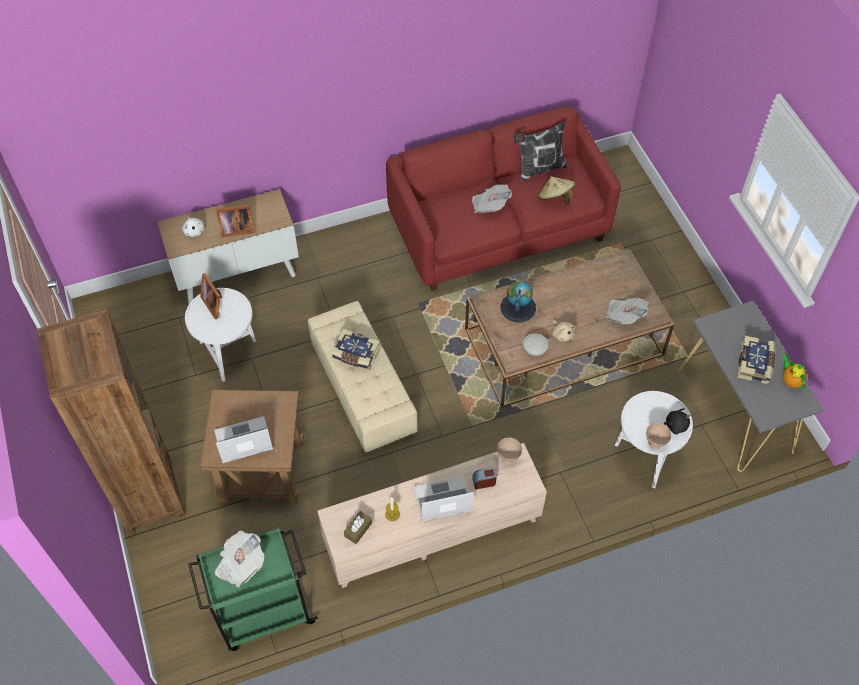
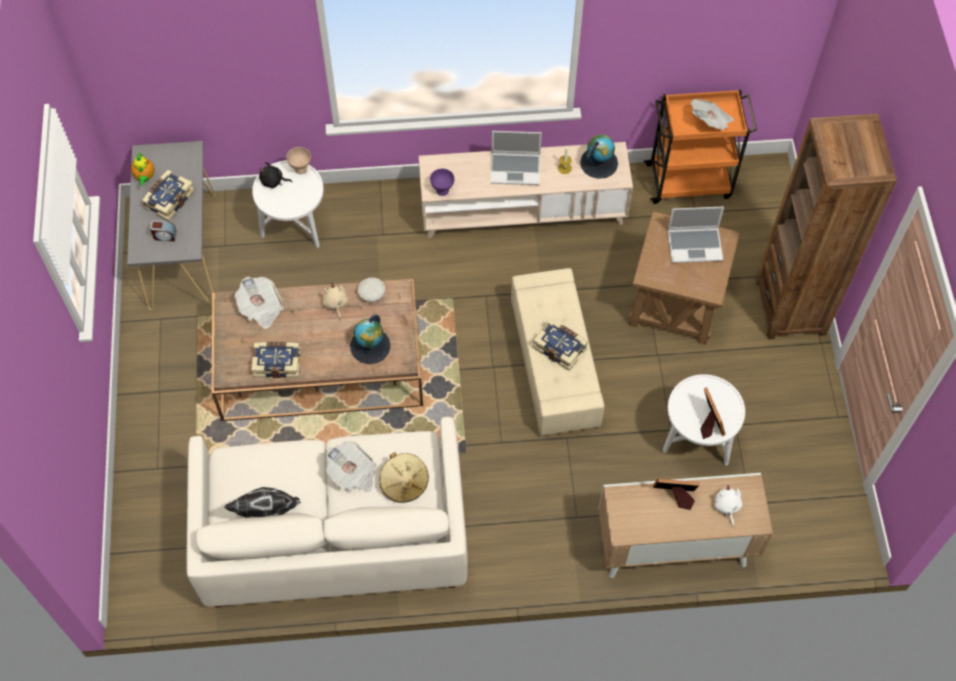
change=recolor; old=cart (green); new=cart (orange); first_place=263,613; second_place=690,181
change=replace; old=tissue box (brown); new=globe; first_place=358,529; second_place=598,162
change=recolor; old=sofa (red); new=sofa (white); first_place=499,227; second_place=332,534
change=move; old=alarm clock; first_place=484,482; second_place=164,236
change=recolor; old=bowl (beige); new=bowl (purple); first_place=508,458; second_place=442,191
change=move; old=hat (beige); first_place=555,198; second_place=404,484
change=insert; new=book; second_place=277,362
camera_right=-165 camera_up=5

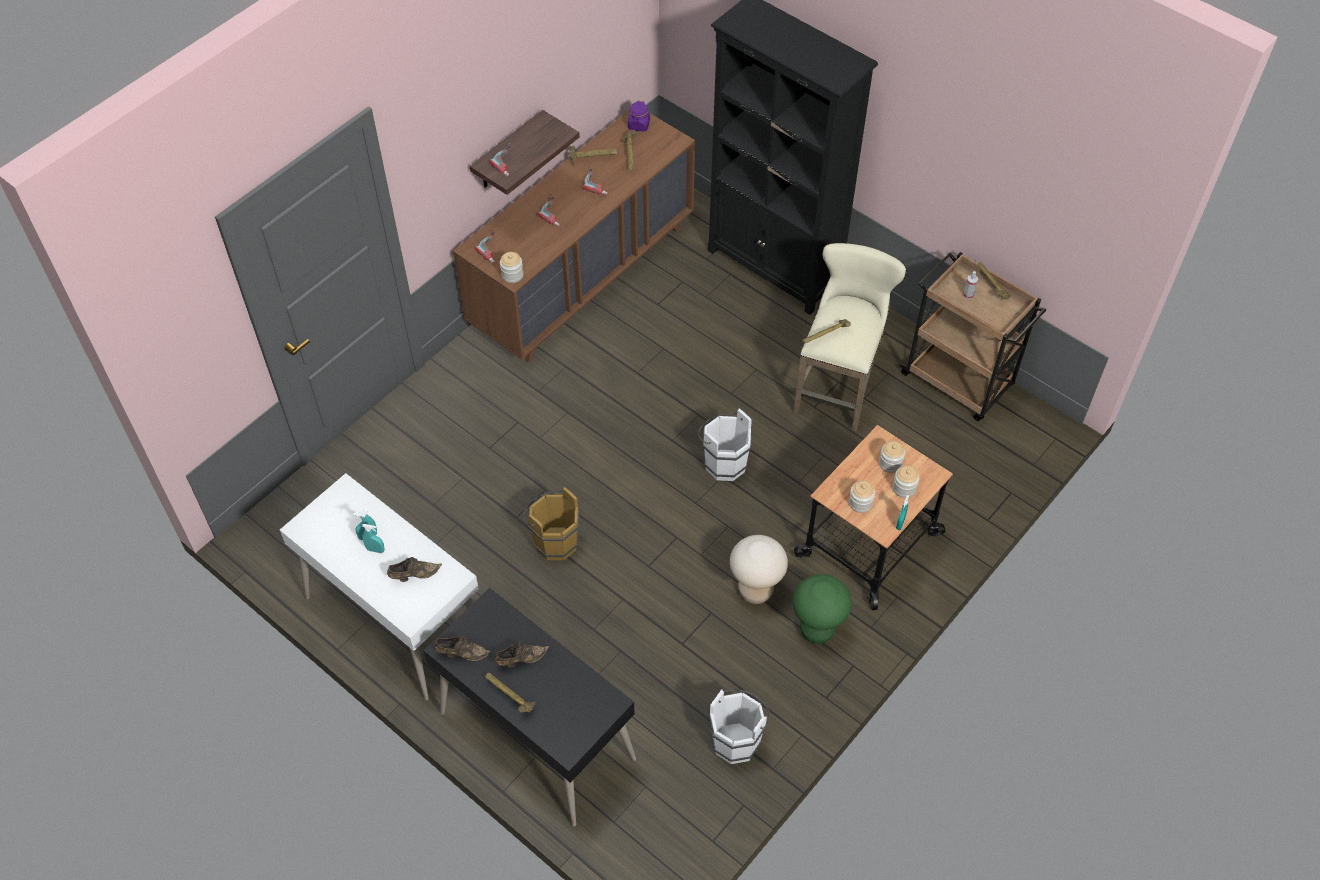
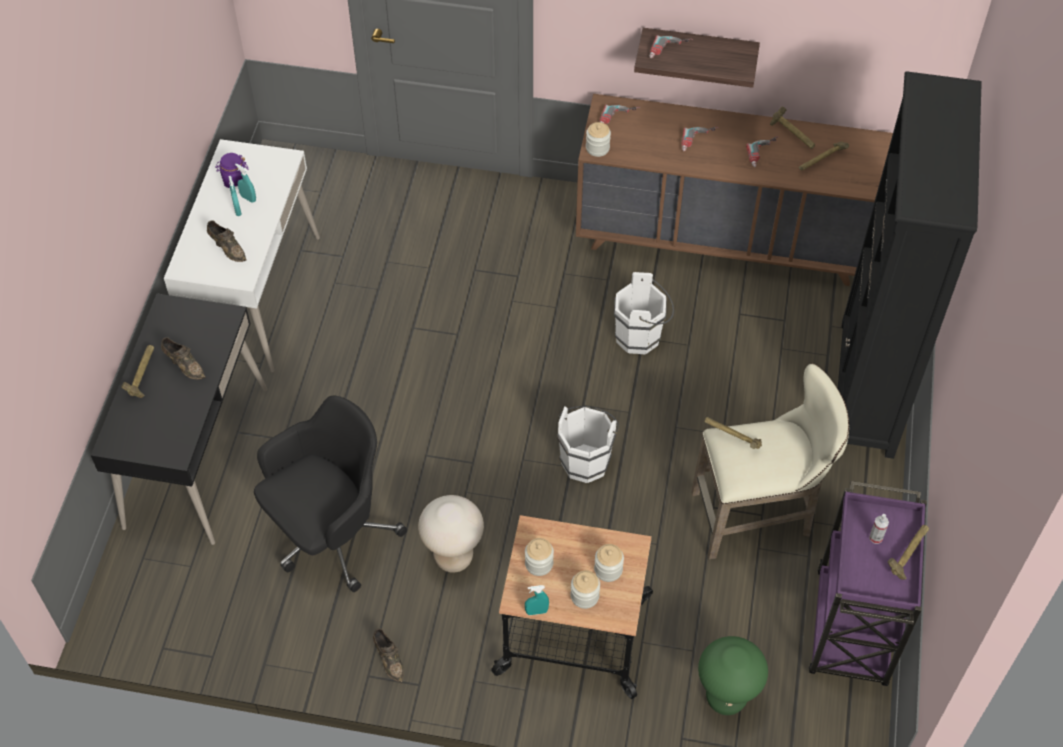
change=move; old=shoe (brown); first_place=461,653; second_place=389,659
change=delete; old=bucket (brown); first_place=554,540
change=move; old=jar (purple); first_place=639,125; second_place=234,179
change=move; old=bucket (white); first_place=737,739; second_place=641,337
change=move; old=stool (green); first_place=816,630; second_place=726,698
change=recolor; old=cart (brown); new=cart (purple); first_place=959,381; second_place=851,630
change=insert; new=office chair (black); second_place=331,534
camera_right=60 camera_up=0

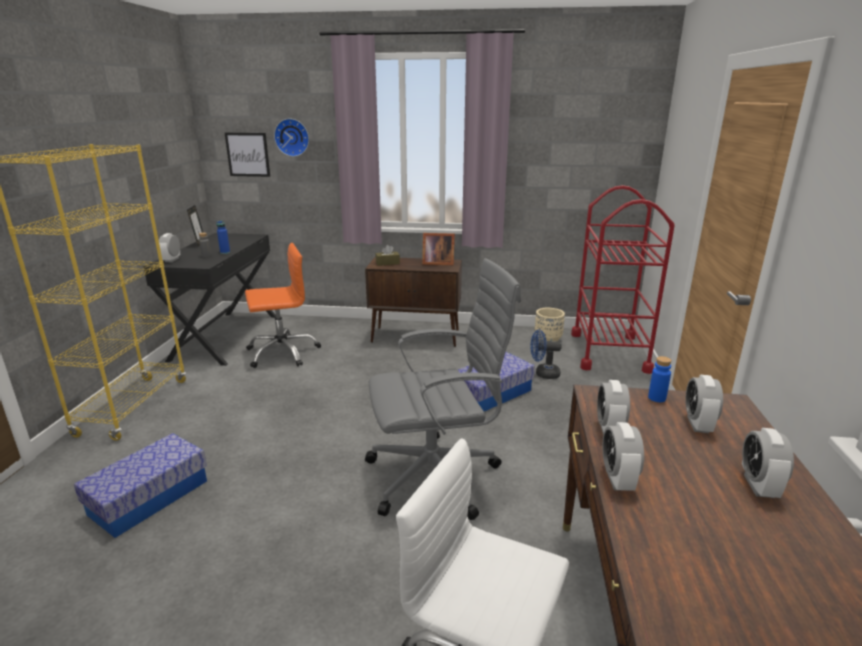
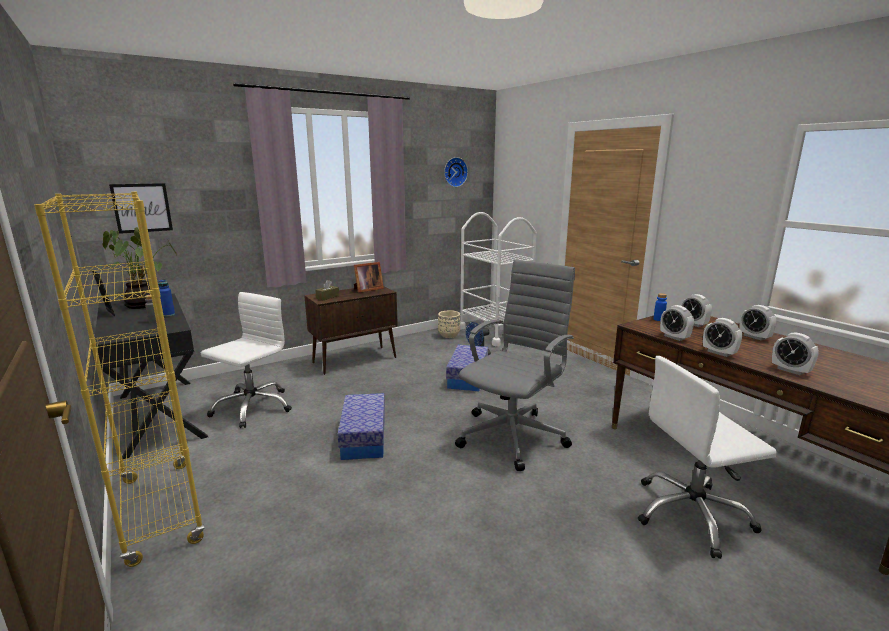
change=move; old=storage box; first_place=149,497; second_place=364,437
change=move; old=alarm clock; first_place=172,260; second_place=790,370
change=recolor; old=office chair (orange); new=office chair (white); first_place=282,352; second_place=252,407
change=move; old=wall clock; first_place=292,137; second_place=454,172
change=recolor; old=cart (red); new=cart (white); first_place=609,352; second_place=494,332
change=insert; new=potted plant; second_place=144,305
camera_right=-40 camera_up=-5

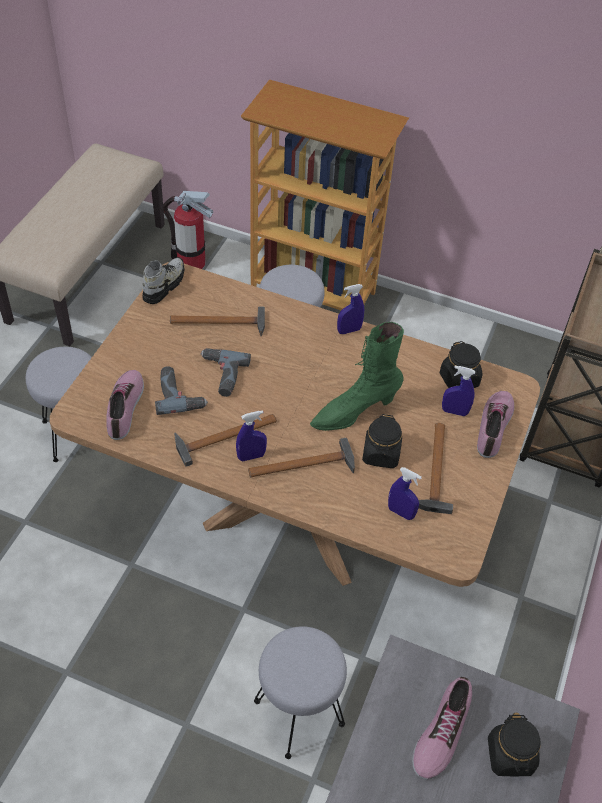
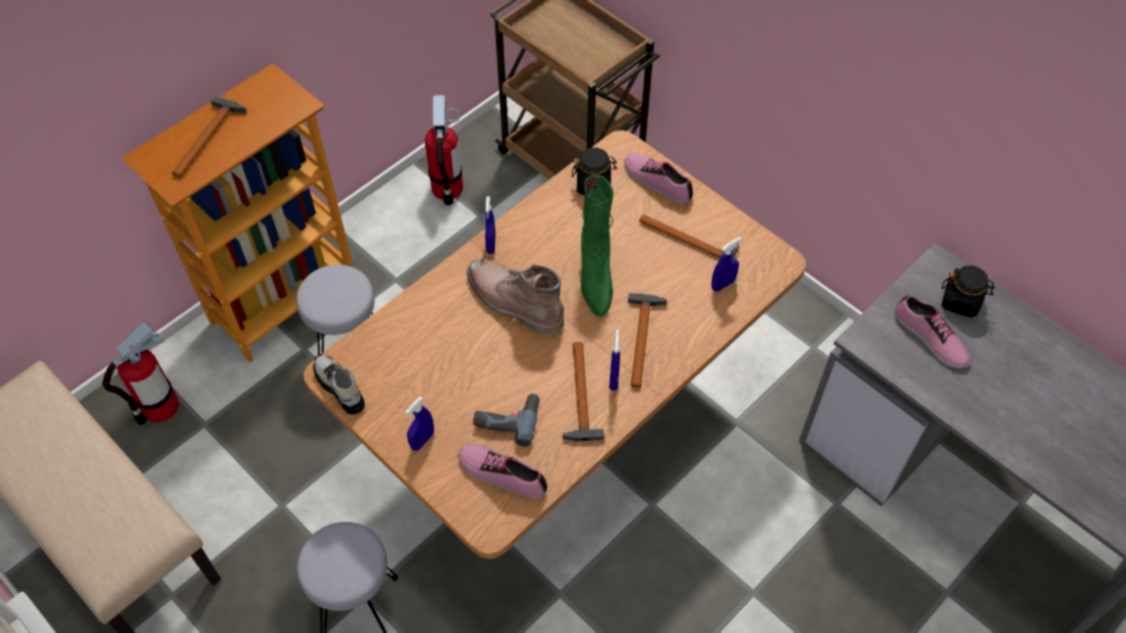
change=move; old=hammer; first_place=223,323; second_place=208,136
change=delete; old=power drill; first_place=221,375
change=delete; old=stool (grey); first_place=297,713
change=delete; old=jar (black); first_place=381,454
change=move; old=spray bottle (blue); first_place=454,411; second_place=422,440
change=insert; new=fire extinguisher; second_place=447,188
change=insert; new=boot (brown); second_place=513,302
camera_right=-65 camera_up=5

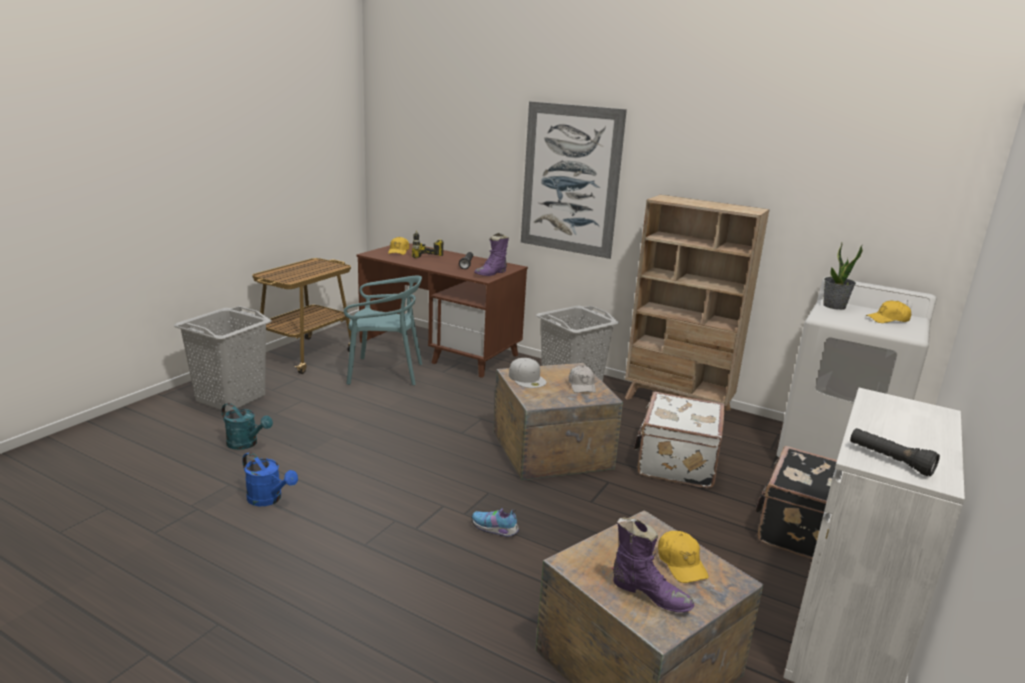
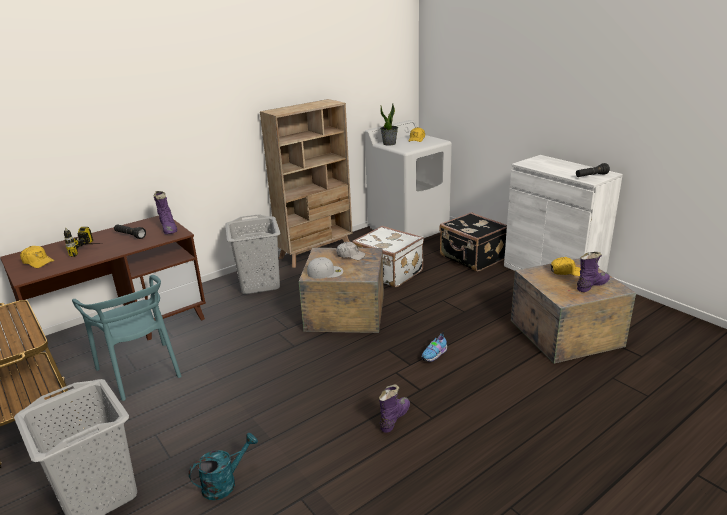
change=delete; old=watering can (blue); first_place=269,499
change=rotate; old=chair (turquoise); first_place=384,372; second_place=141,371; degrees=120
change=delete; old=picture; first_place=570,180
change=insert; new=boot (purple); second_place=394,418
camera_right=-65 camera_up=5

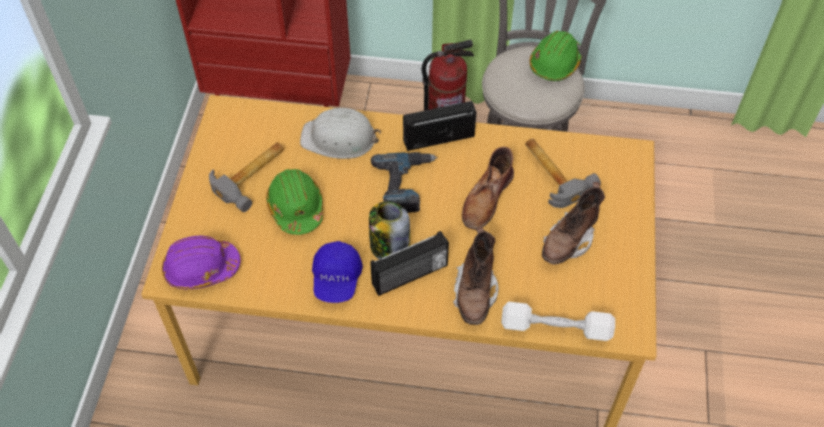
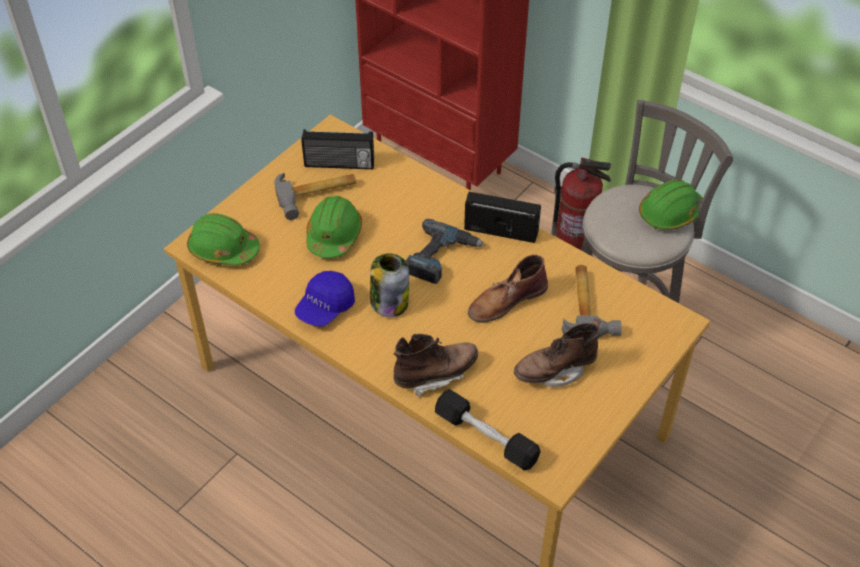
change=recolor; old=hard hat (purple); new=hard hat (green); first_place=201,268; second_place=223,249
change=delete; old=hard hat (white); first_place=339,138
change=move; old=radio; first_place=410,276; second_place=339,164
change=rotate; old=boot (brown); first_place=475,293; second_place=435,374; degrees=-150
change=recolor; old=dumbbell (white); new=dumbbell (black); first_place=555,328; second_place=486,437
camera_right=30 camera_up=-5

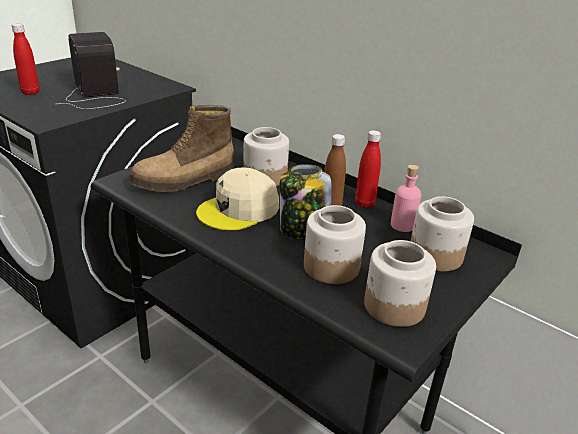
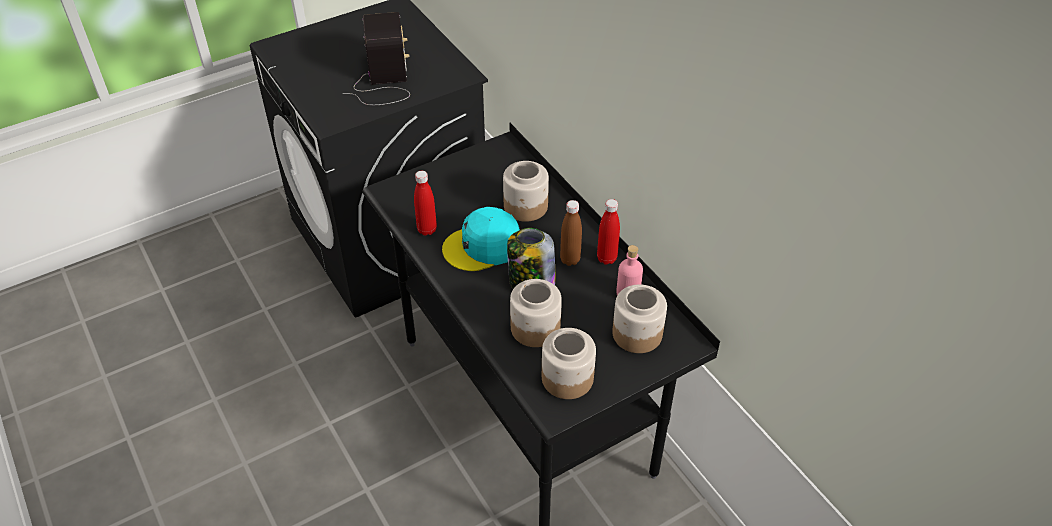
change=move; old=bottle (red); first_place=30,92; second_place=427,230
change=delete; old=boot; first_place=185,180
change=recolor; old=cap (beige); new=cap (turquoise); first_place=239,210; second_place=483,246
camera_right=20 camera_up=15

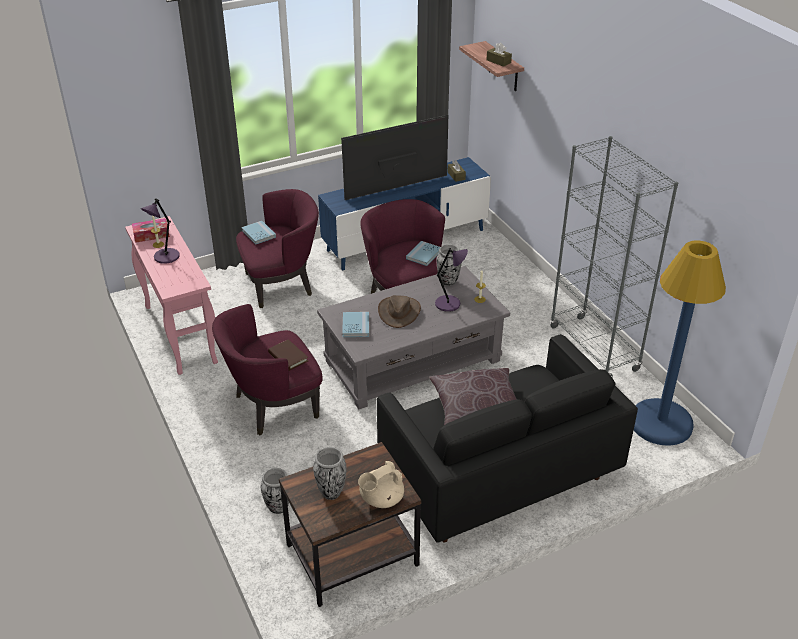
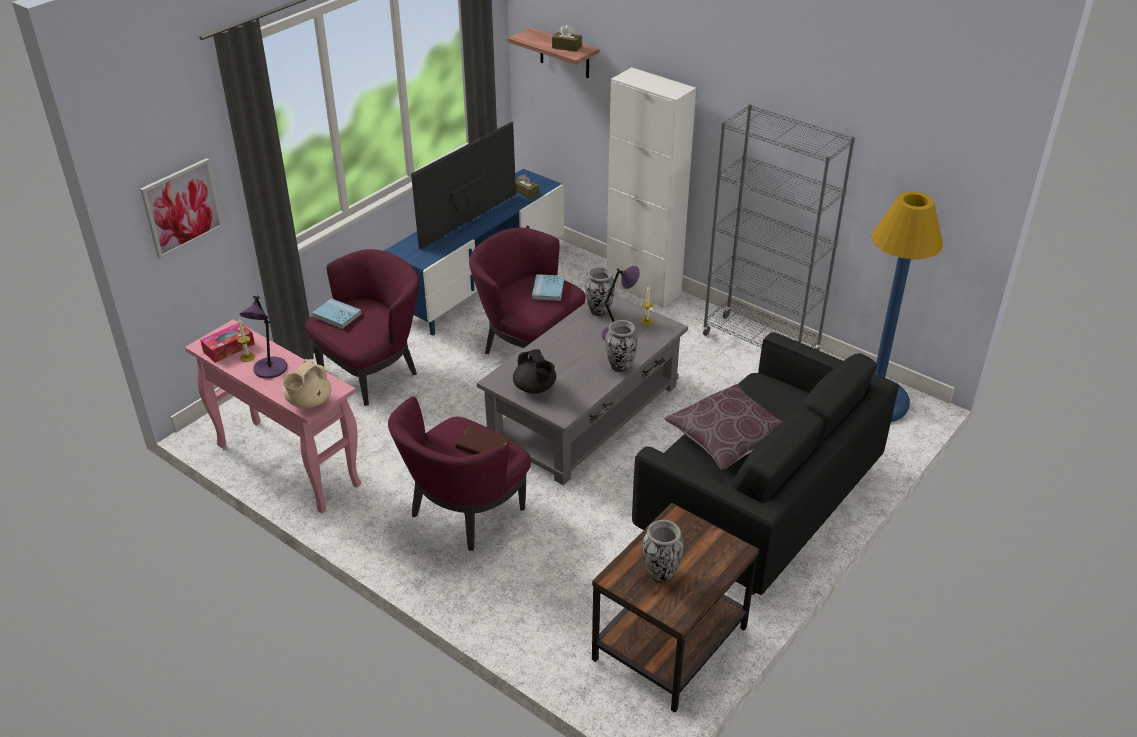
change=move; old=vase; first_place=278,508; second_place=620,367
change=replace; old=book (blue); new=teapot (black); first_place=355,326; second_place=535,388
change=move; old=teapot (beige); first_place=381,499; second_place=308,402
change=delete; old=hat (brown); first_place=399,312
change=insert; new=picture; second_place=182,207
change=insert; new=cabinet (white); second_place=643,288
camera_right=-25 camera_up=0

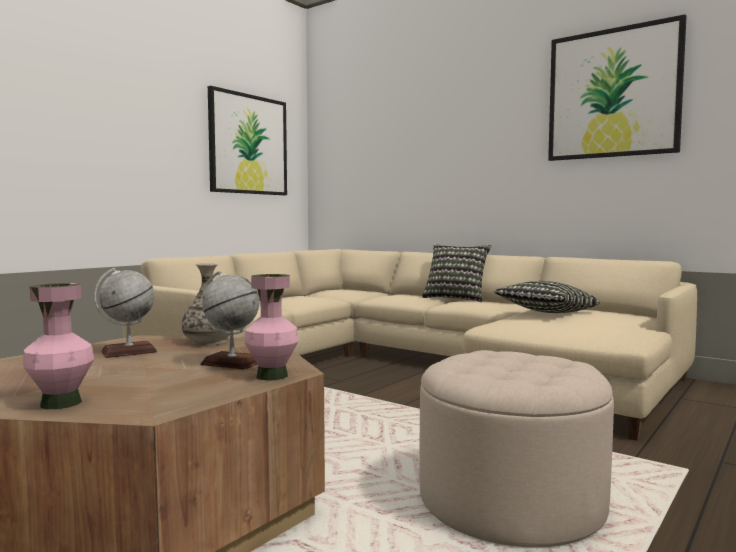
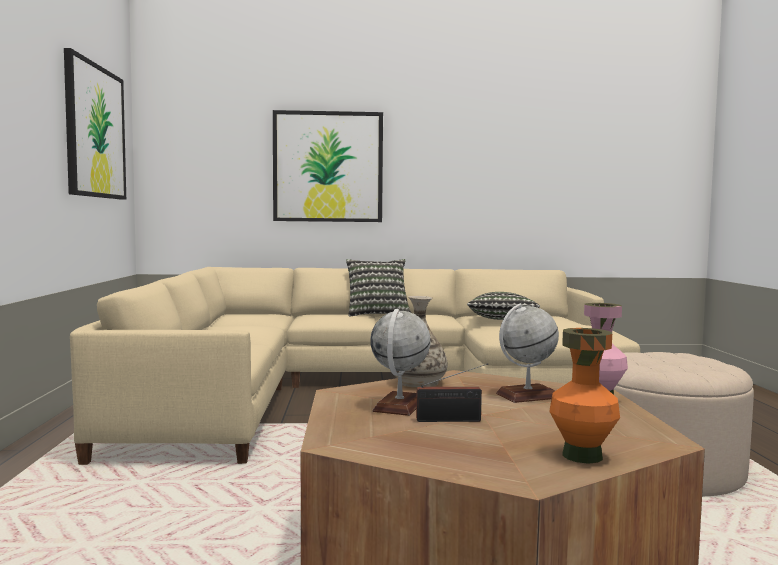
change=recolor; old=vase (pink); new=vase (orange); first_place=60,403; second_place=581,456
change=move; old=picture; first_place=613,93; second_place=328,167
change=insert; new=radio; second_place=452,420
camera_right=-40 camera_up=0

